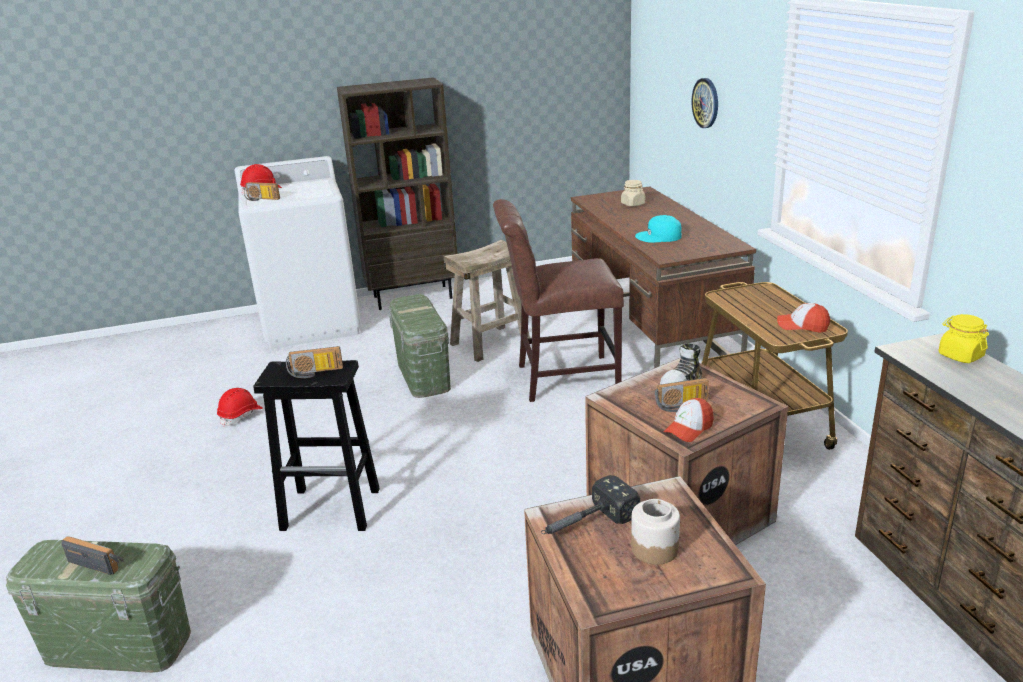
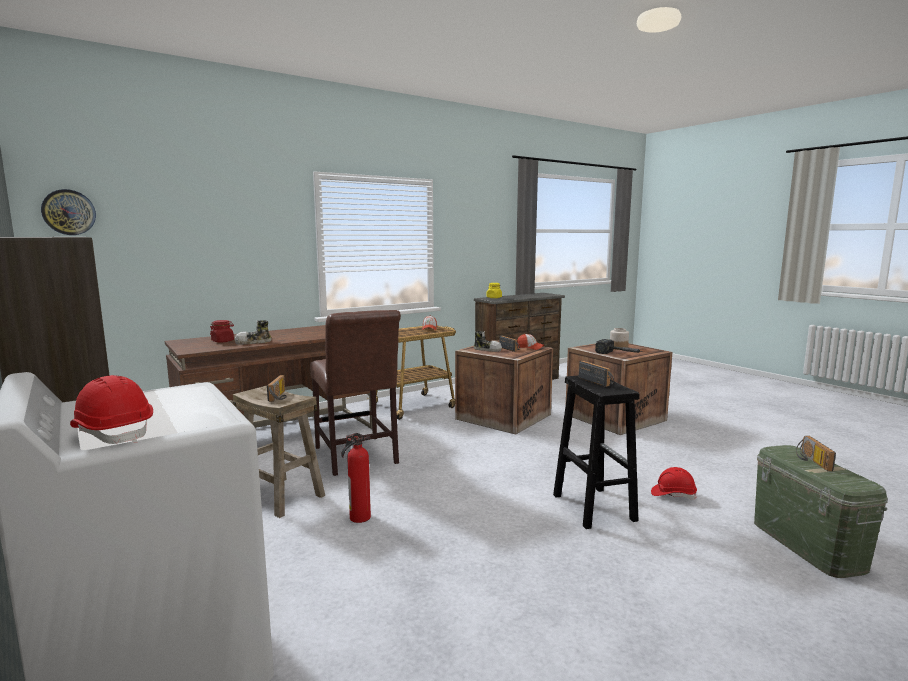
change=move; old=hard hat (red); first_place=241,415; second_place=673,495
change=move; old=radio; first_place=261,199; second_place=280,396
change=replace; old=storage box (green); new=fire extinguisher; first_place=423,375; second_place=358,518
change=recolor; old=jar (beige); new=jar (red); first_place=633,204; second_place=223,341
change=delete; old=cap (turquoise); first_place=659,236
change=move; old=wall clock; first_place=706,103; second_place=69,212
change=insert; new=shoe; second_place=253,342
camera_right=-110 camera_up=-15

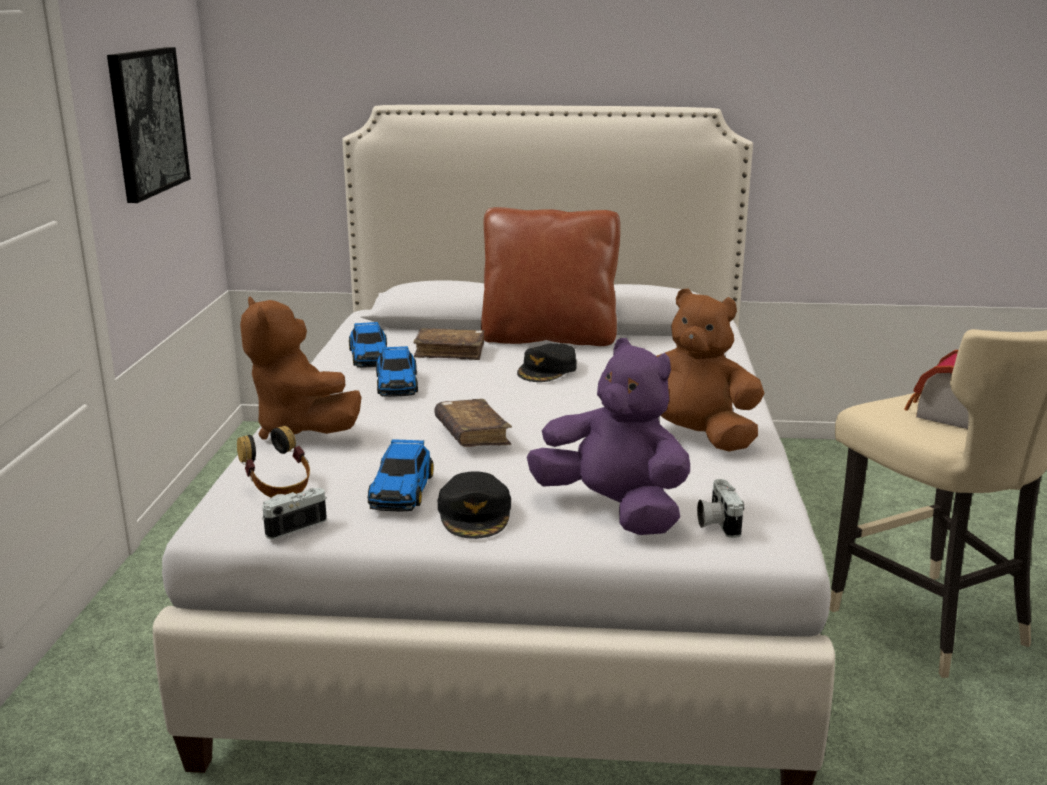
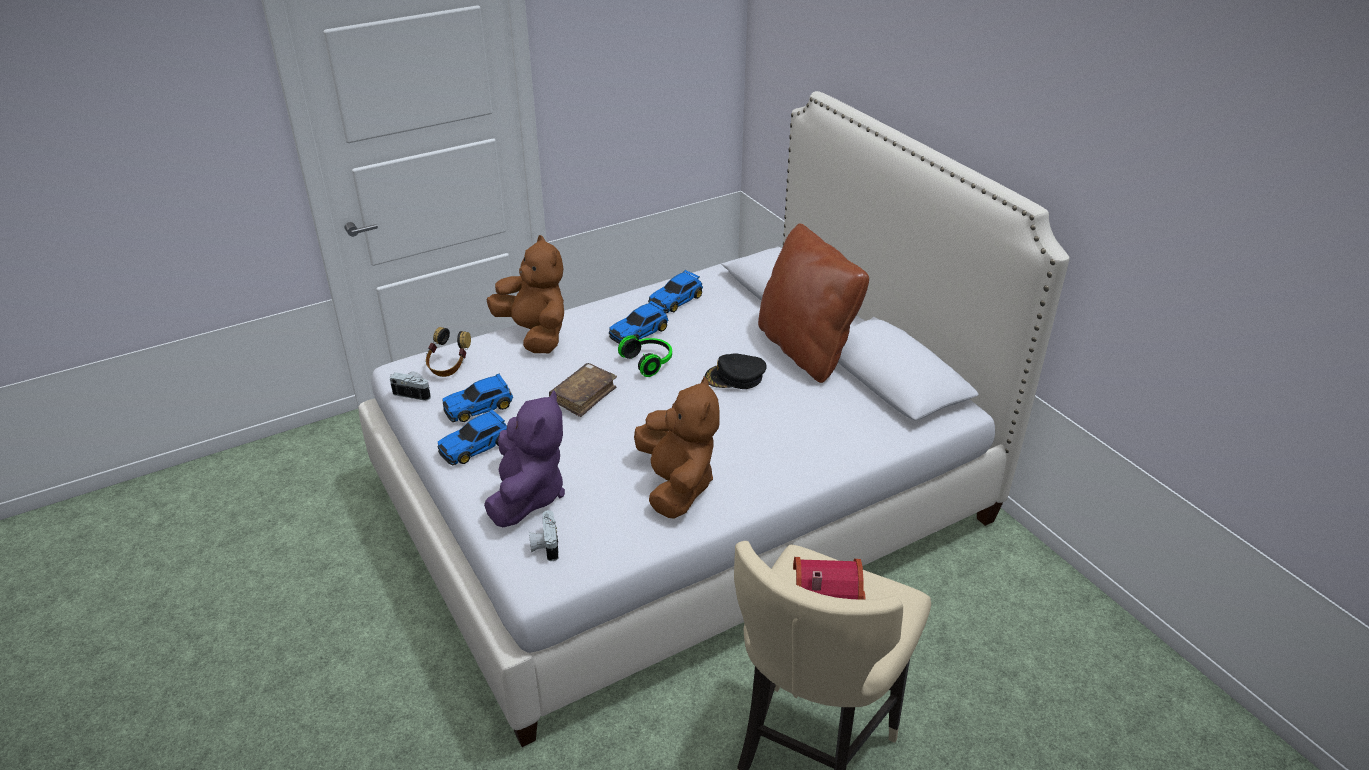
change=delete; old=picture; first_place=147,122
change=rotate; old=plush toy (brown); first_place=301,429; second_place=535,334; degrees=120
change=delete; old=book (brown); first_place=450,352
change=replace; old=cap (black); new=toy car; first_place=475,514; second_place=476,446
change=rotate; old=photo camera; first_place=716,523; second_place=544,545; degrees=-60
change=insert; new=headphones; second_place=649,362
camera_right=55 camera_up=15

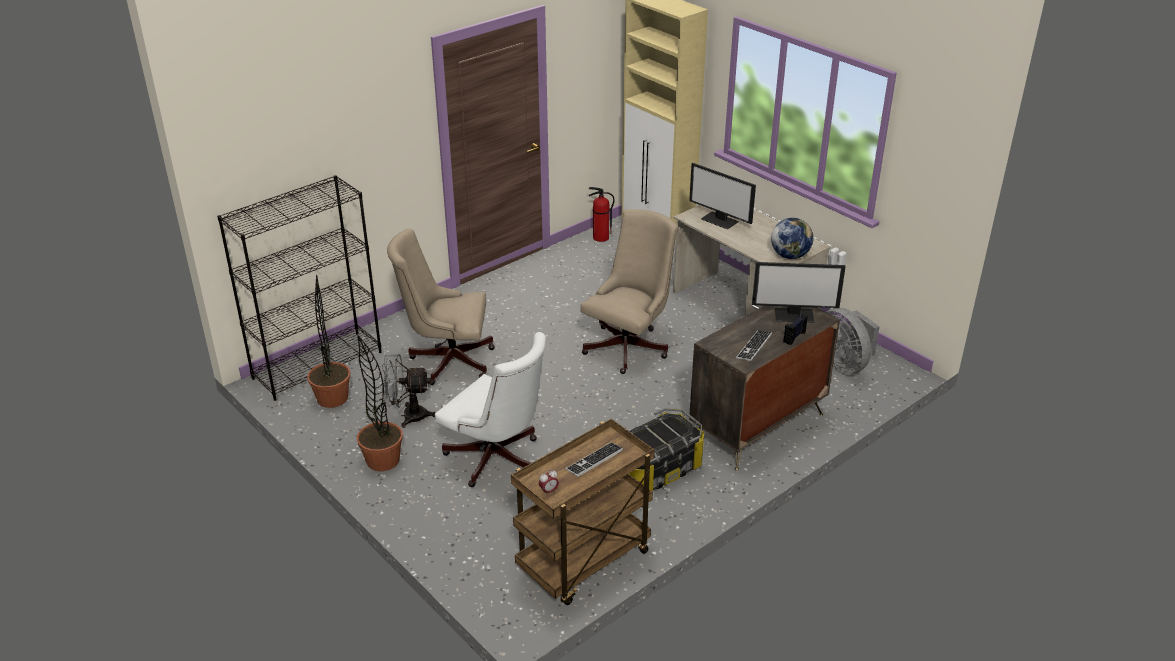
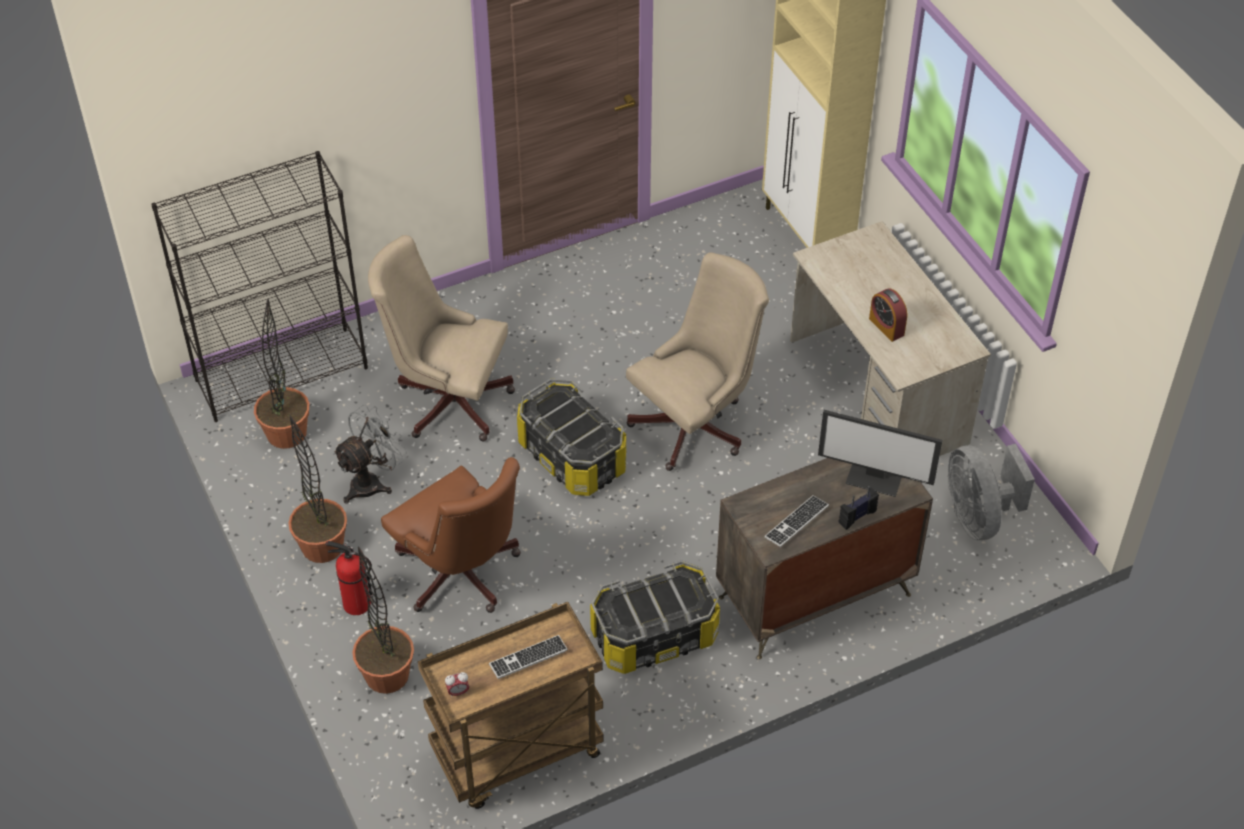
change=rotate; old=fan (grey); first_place=408,416; second_place=372,482; degrees=120
change=recolor; old=office chair (white); new=office chair (brown); first_place=497,460; second_place=462,577
change=move; old=fire extinguisher; first_place=600,238; second_place=355,604
change=delete; old=monitor; first_place=720,220
change=delete; old=globe; first_place=790,255
change=insert; new=potted plant; second_place=387,675
change=insert; new=storage box; second_place=573,456
change=insert; new=alarm clock; second_place=886,326
camera_right=15 camera_up=15

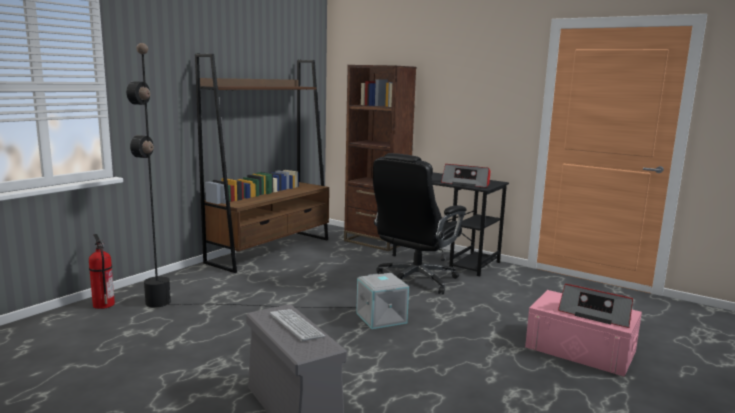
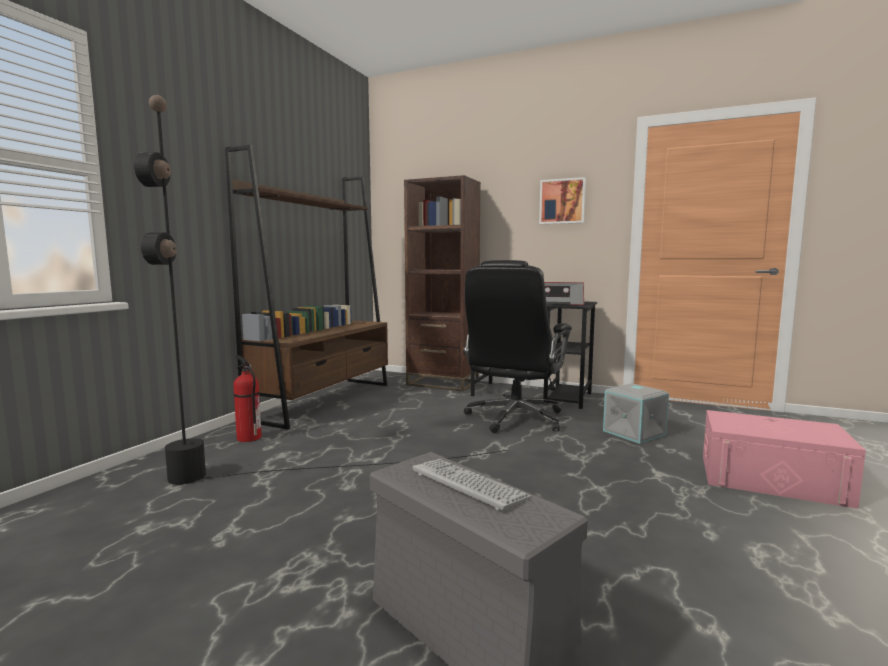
change=move; old=fire extinguisher; first_place=103,304; second_place=248,438
change=move; old=storage box (grey); first_place=382,318; second_place=635,433
change=delete; old=radio; first_place=595,314
change=insert; new=picture; second_place=562,201
camera_right=-10 camera_up=-5

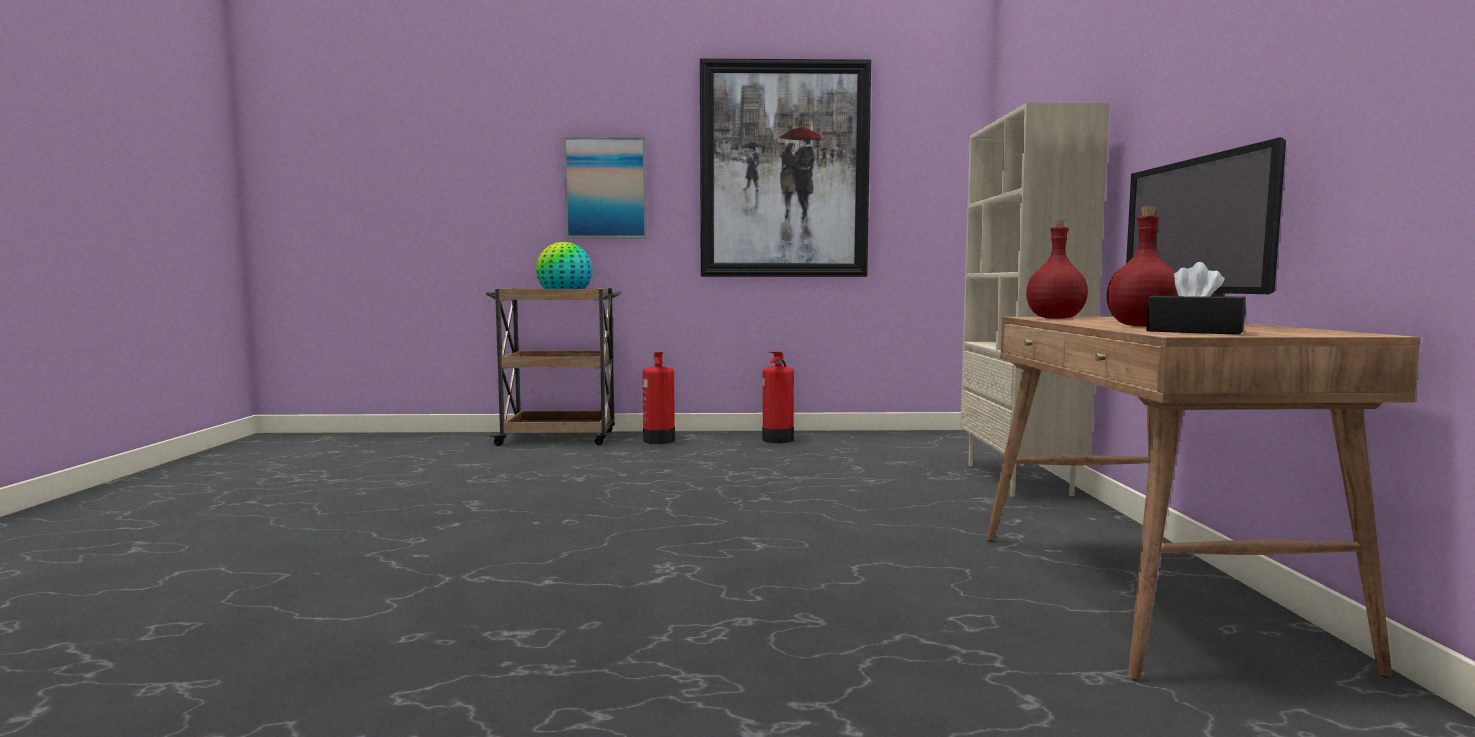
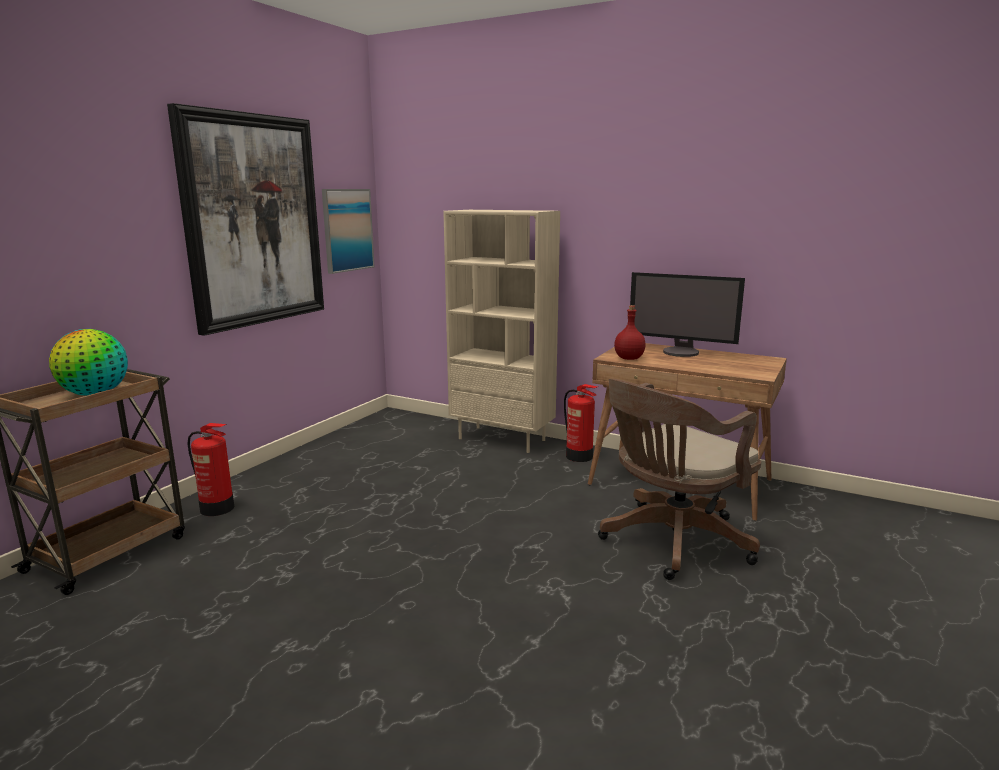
change=move; old=picture; first_place=606,188; second_place=347,230
change=move; old=fire extinguisher; first_place=777,440; second_place=579,456
change=delete; old=bottle (red); first_place=1140,326
change=delete; old=tissue box (black); first_place=1194,331
change=insert; new=office chair (brown); second_place=671,542
camera_right=-60 camera_up=10

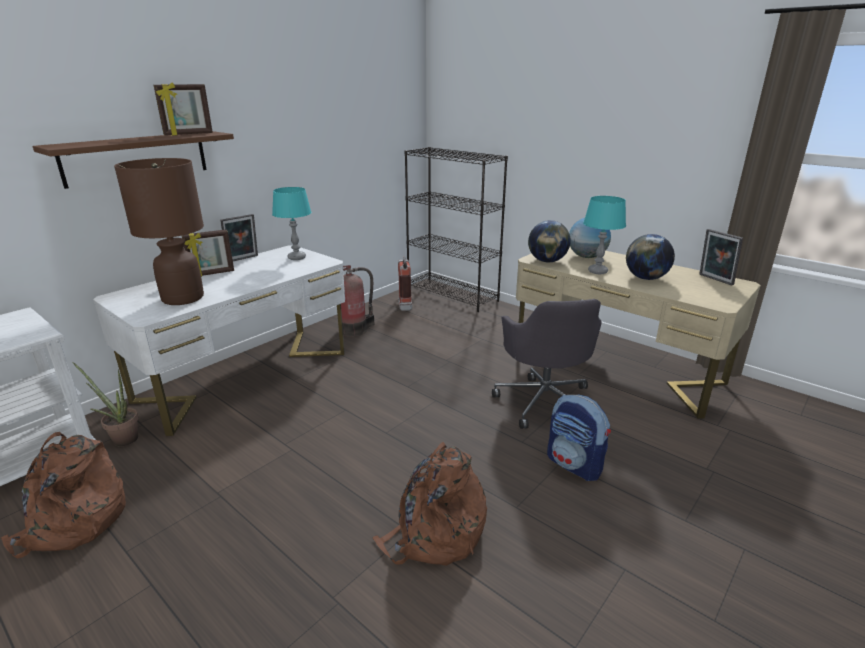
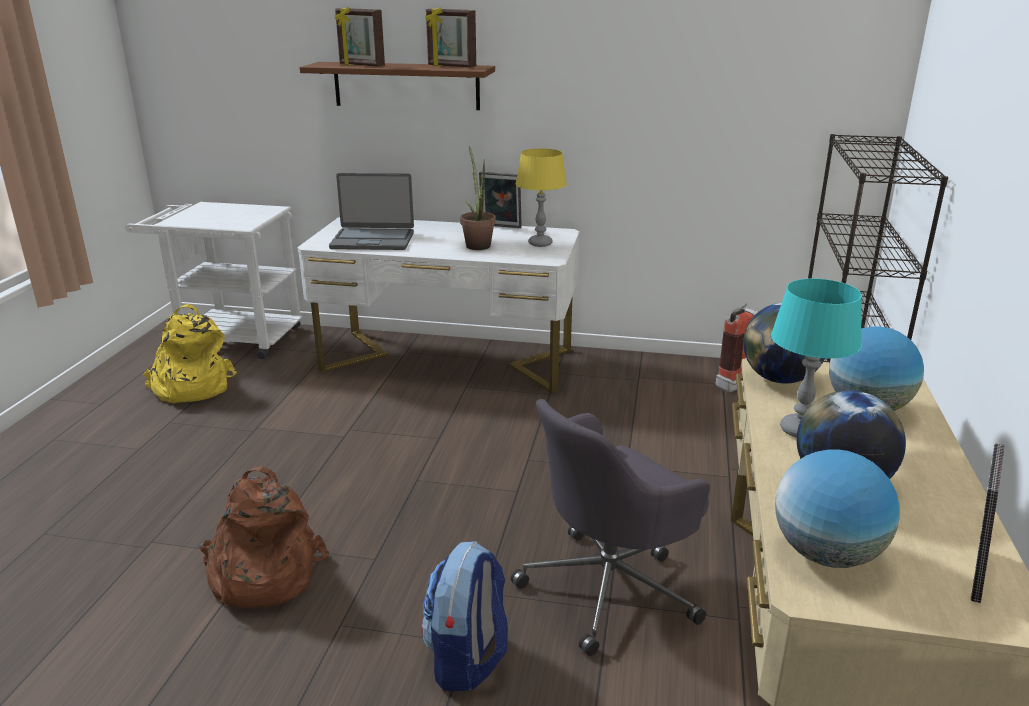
change=recolor; old=backpack (brown); new=backpack (yellow); first_place=74,523; second_place=190,387
change=move; old=potted plant; first_place=122,438; second_place=477,244
change=replace; old=table lamp (brown); new=laptop; first_place=183,298; second_place=373,240
change=move; old=picture frame; first_place=212,273; second_place=361,65
change=recolor; old=table lamp (turquoise); new=table lamp (yellow); first_place=296,257; second_place=540,243
change=delete; old=fire extinguisher; first_place=355,329
change=insert; new=globe; second_place=826,554
camera_right=60 camera_up=0

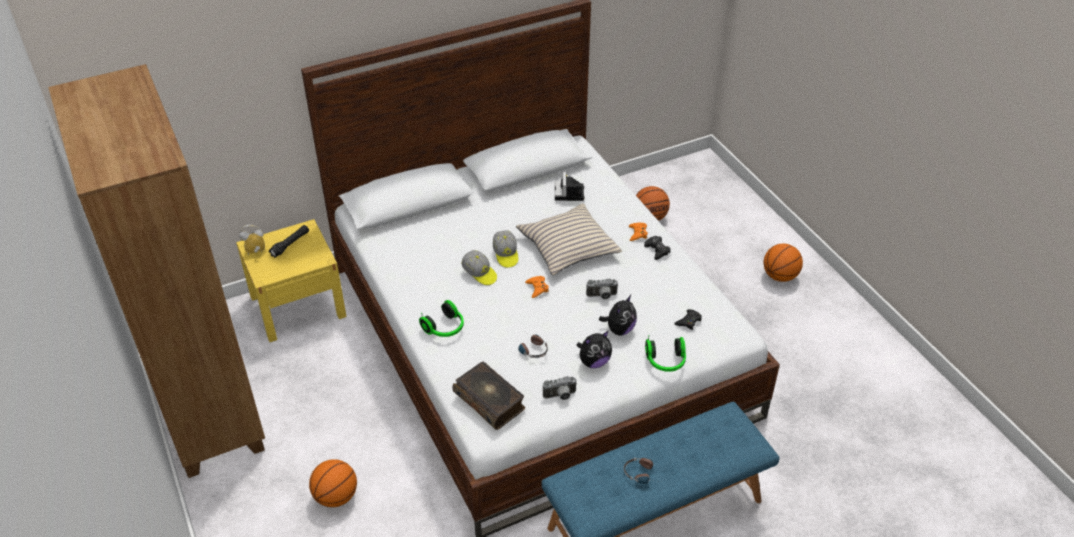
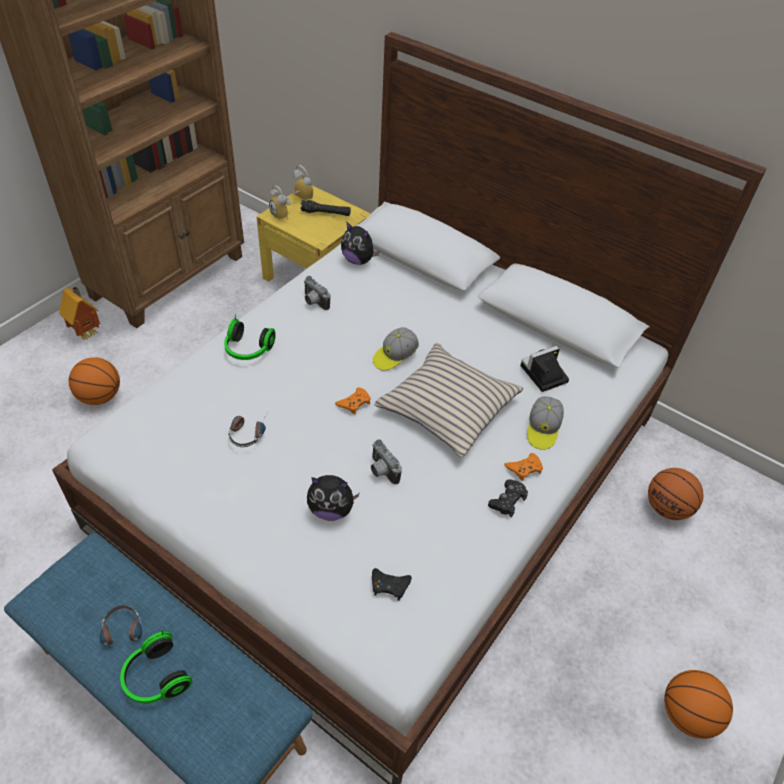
change=delete; old=book; first_place=490,401
change=move; old=cap; first_place=479,273; second_place=542,429
change=move; old=photo camera; first_place=560,396; second_place=314,302
change=move; old=plush toy; first_place=594,362; second_place=358,260
change=move; old=headphones; first_place=666,362; second_place=155,678
change=insert; new=toy house; second_place=87,333
change=insert; new=alarm clock; second_place=282,215
camera_right=60 camera_up=5

